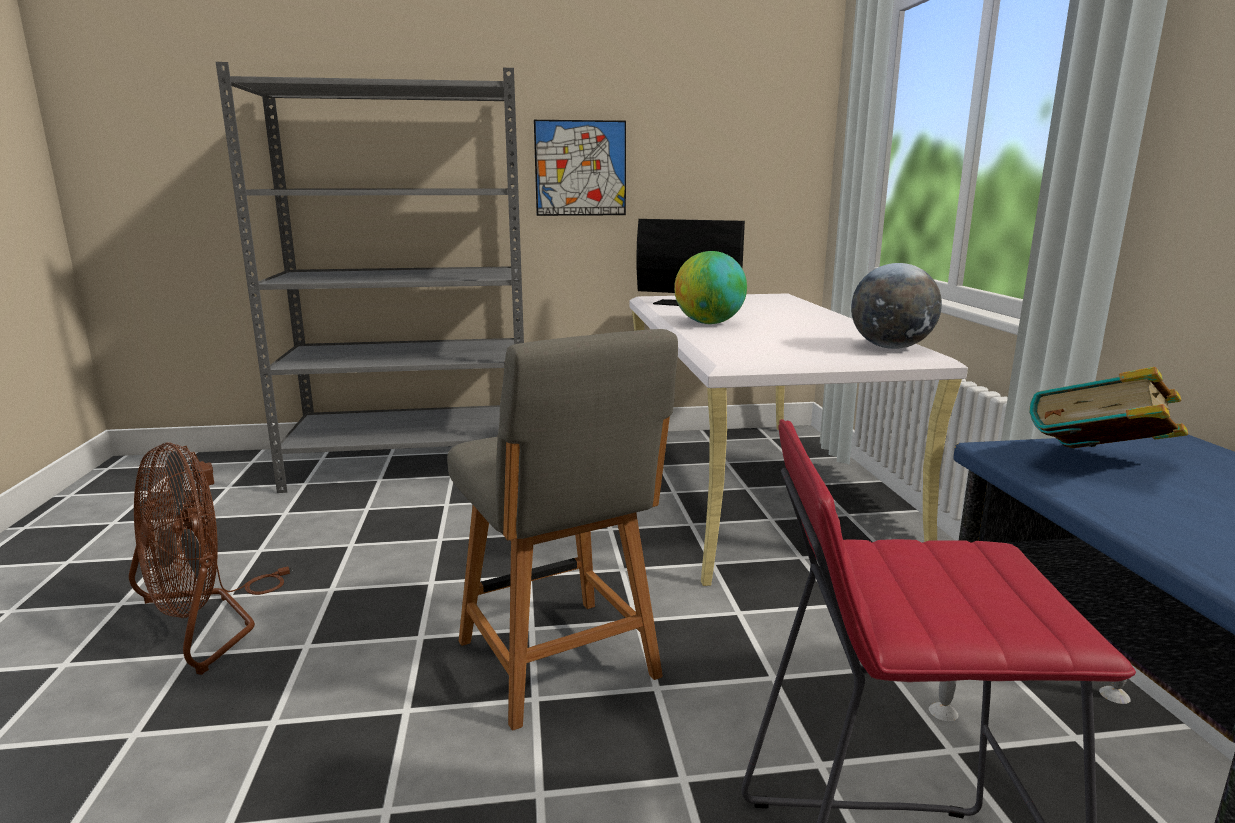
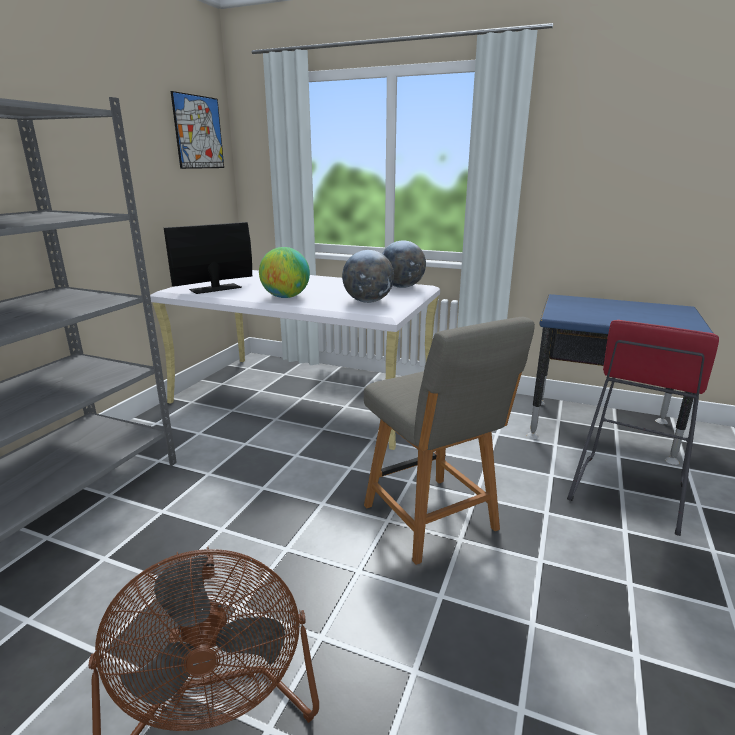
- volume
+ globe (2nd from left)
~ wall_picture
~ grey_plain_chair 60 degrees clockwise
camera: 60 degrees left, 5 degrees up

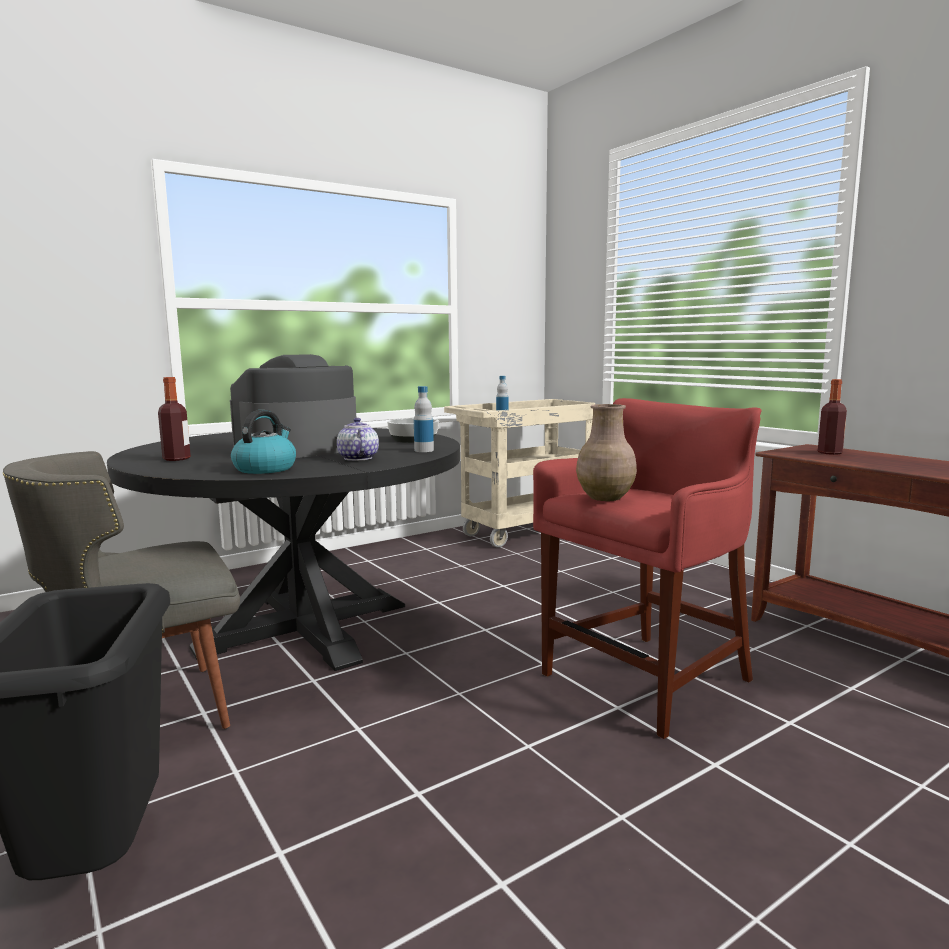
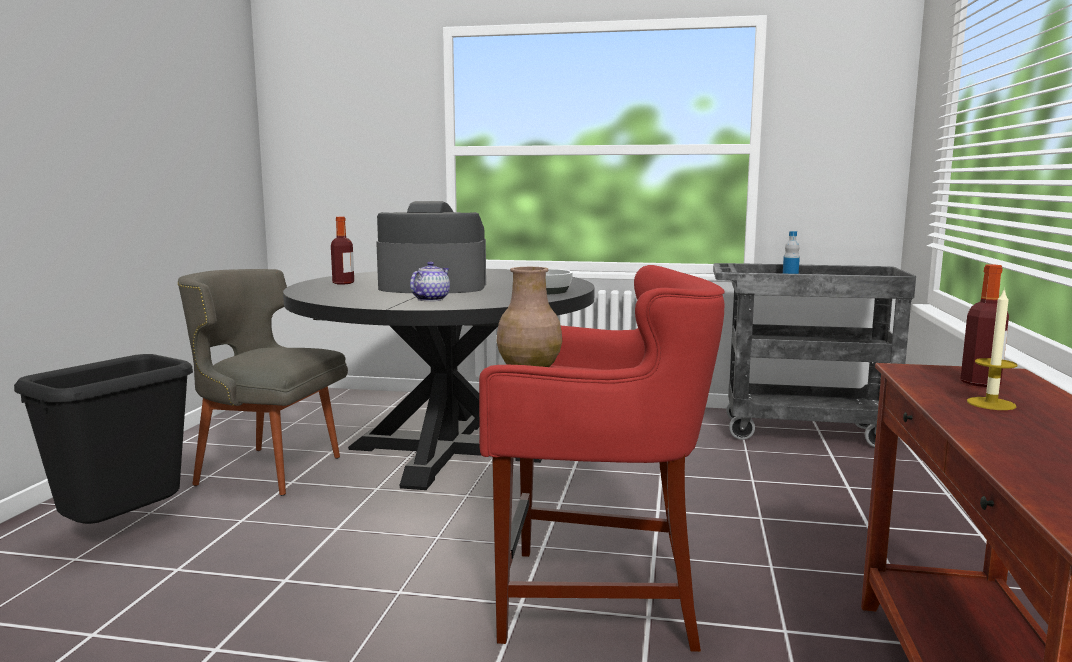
- kettle
- beverage_bottle (2nd from left)
+ wax_light
~ beige-coloured_wheeled_cart to black-coloured_wheeled_cart
camera: 45 degrees right, 0 degrees up

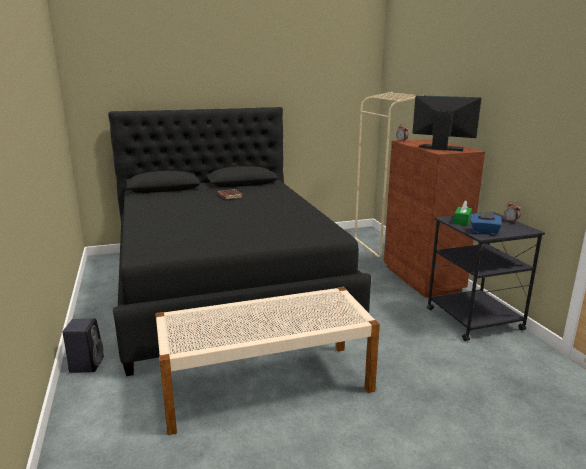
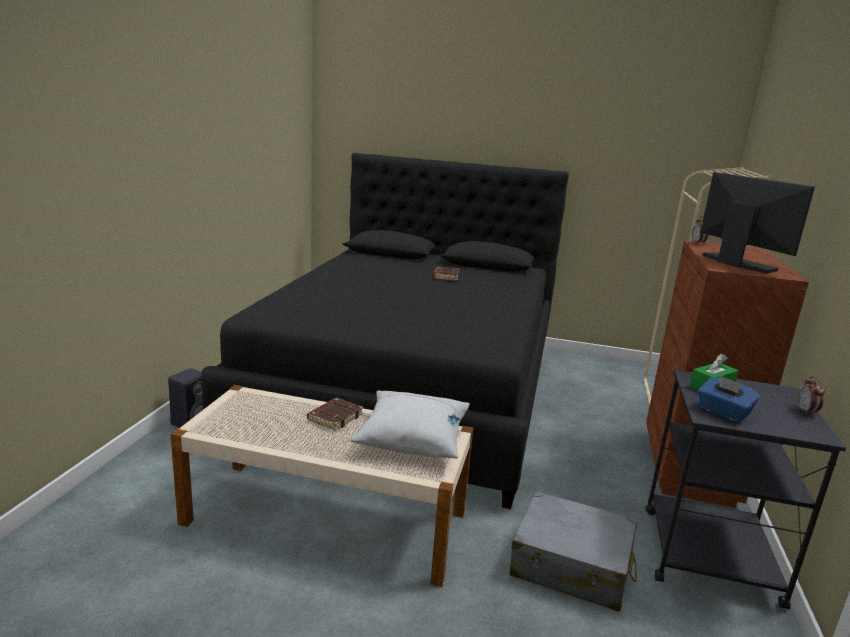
+ brownish_volume (1st from left)
+ grey_throw_pillow
+ grey_suitcase
camera: 30 degrees right, 0 degrees up

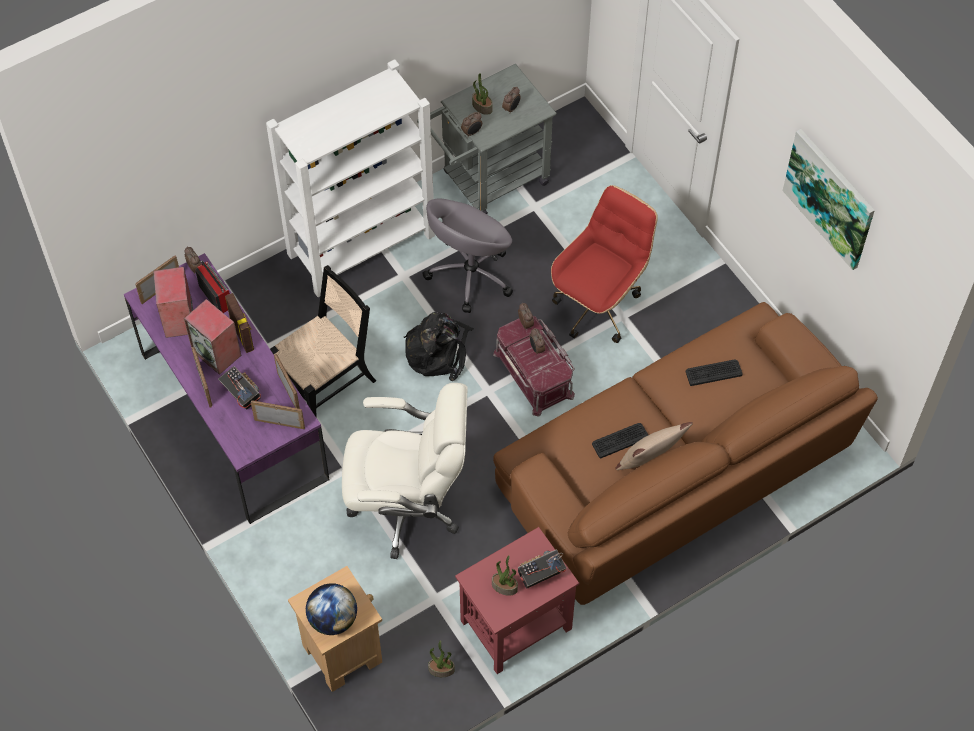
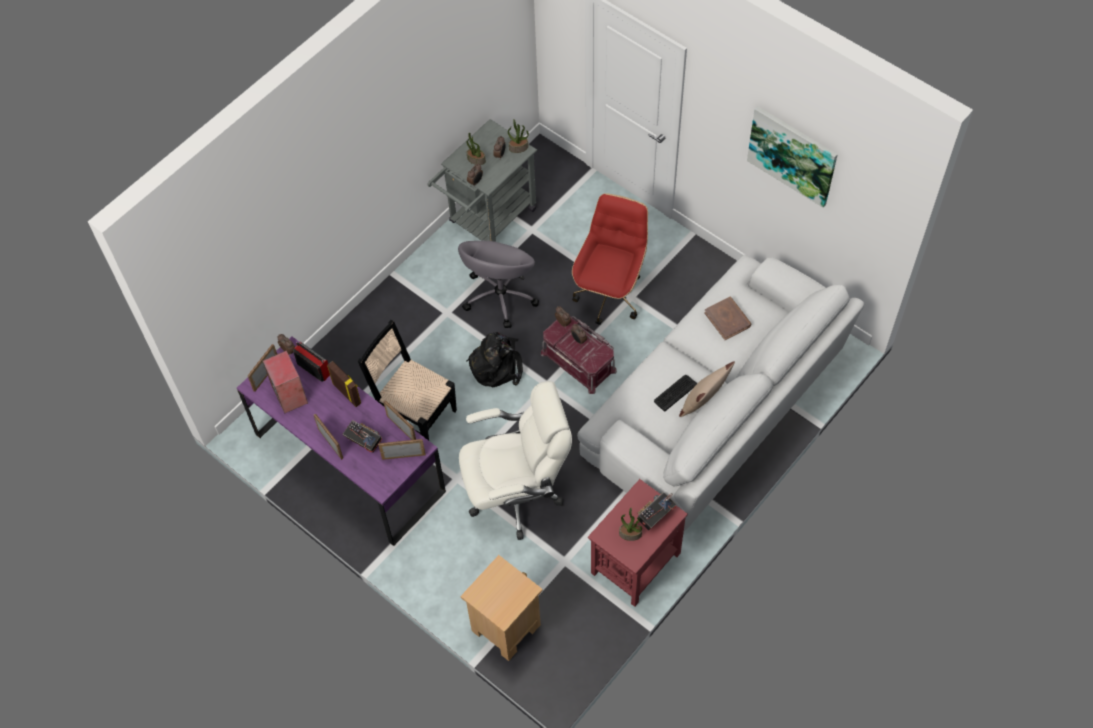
- loudspeaker (2nd from left)
- white-coloured_bookcase
- globe
~ houseplant (1st from left in the first image) to houseplant (2nd from left)
~ keyboard (2nd from left) to brownish_volume
~ brownish_settee to white-coloured_settee
~ plain_chair 90 degrees counterclockwise
camera: 15 degrees left, 0 degrees up

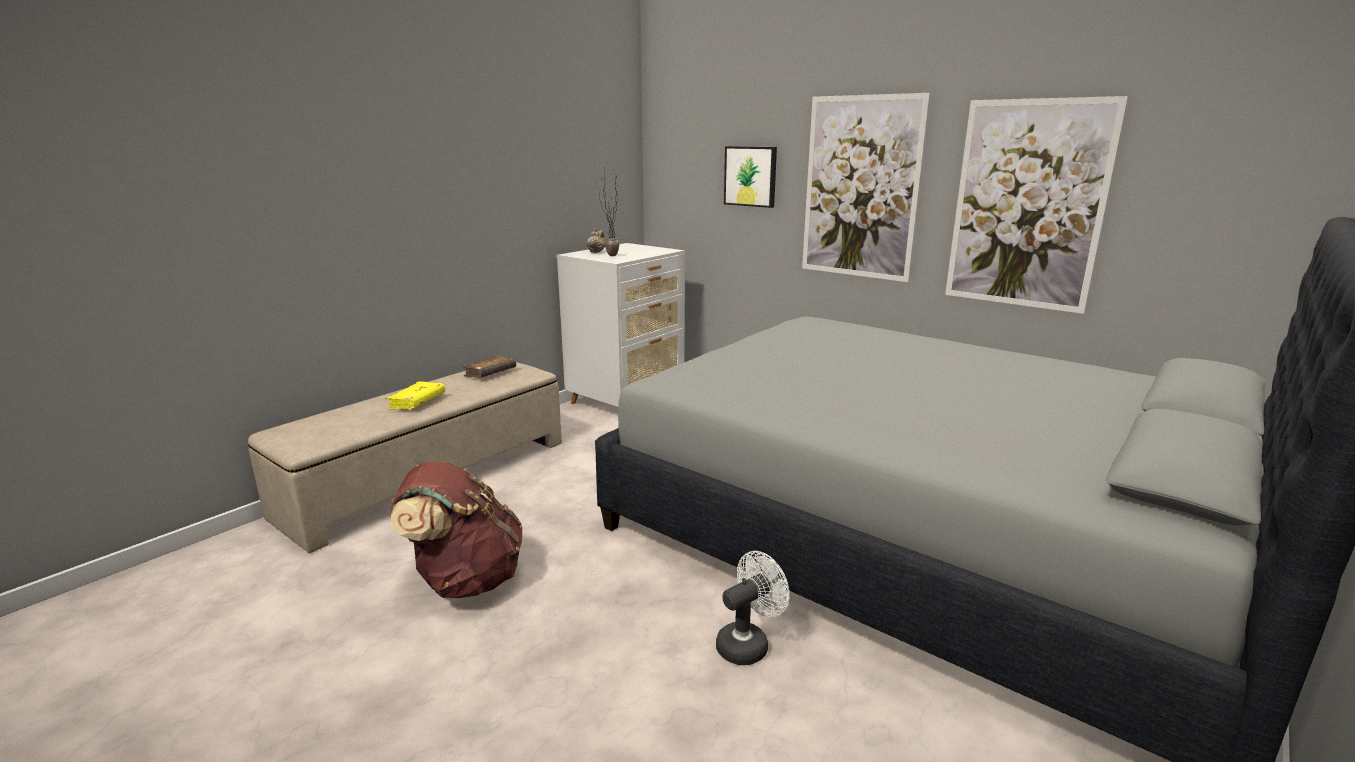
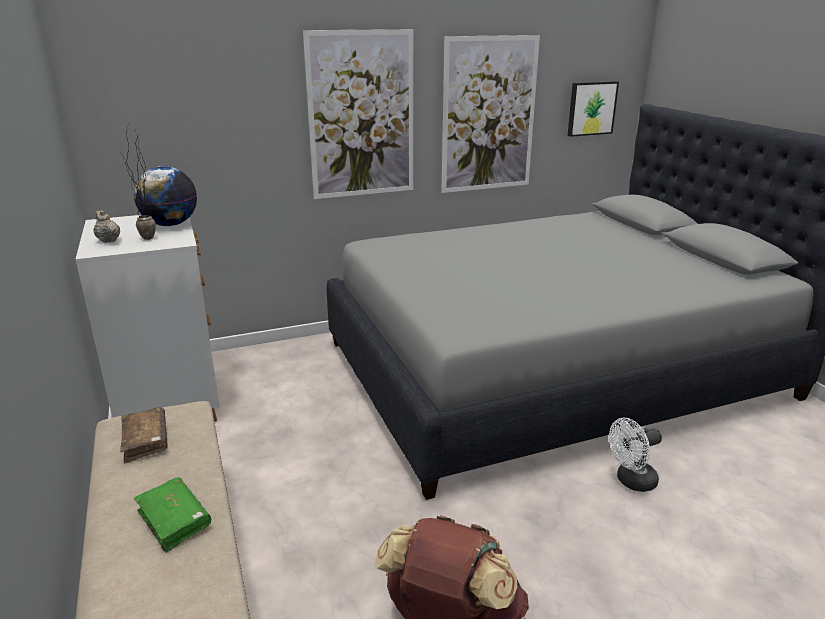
+ globe
~ wall_picture (1st from left in the first image) to wall_picture (3rd from left)
~ yellowish_volume to green_volume
~ white-coloured_cooling_fan 105 degrees counterclockwise
camera: 60 degrees left, 5 degrees up

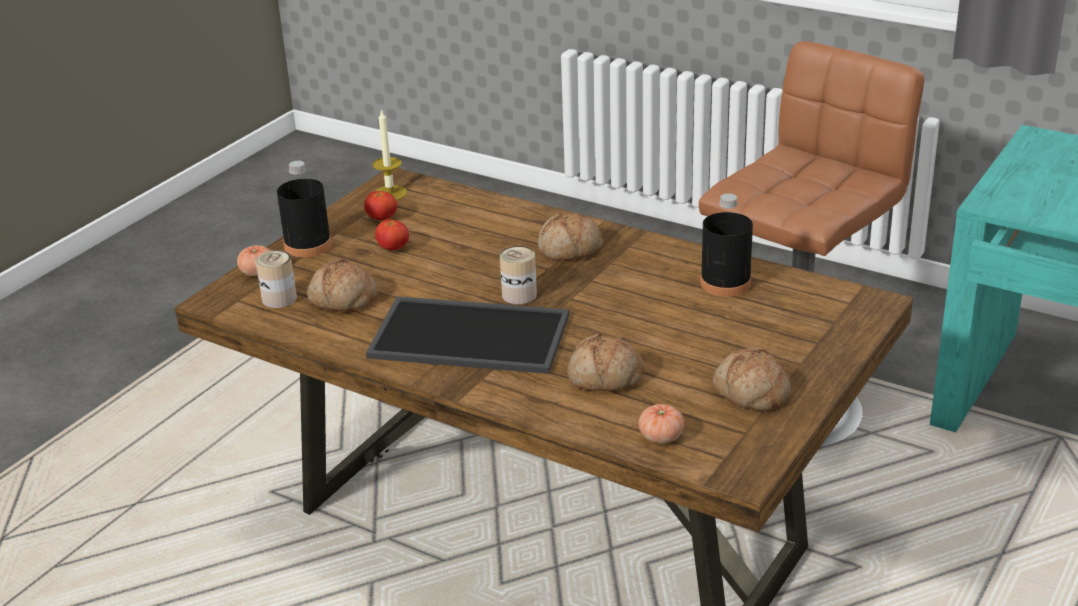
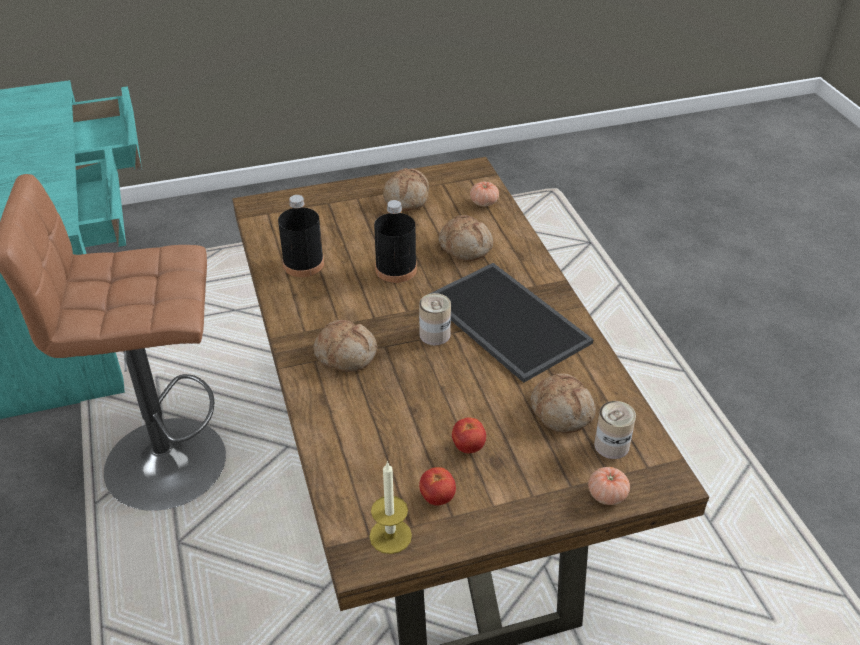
~ black-coloured_beverage_bottle (1st from left in the first image) to black-coloured_beverage_bottle (2nd from left)
camera: 140 degrees left, 10 degrees up

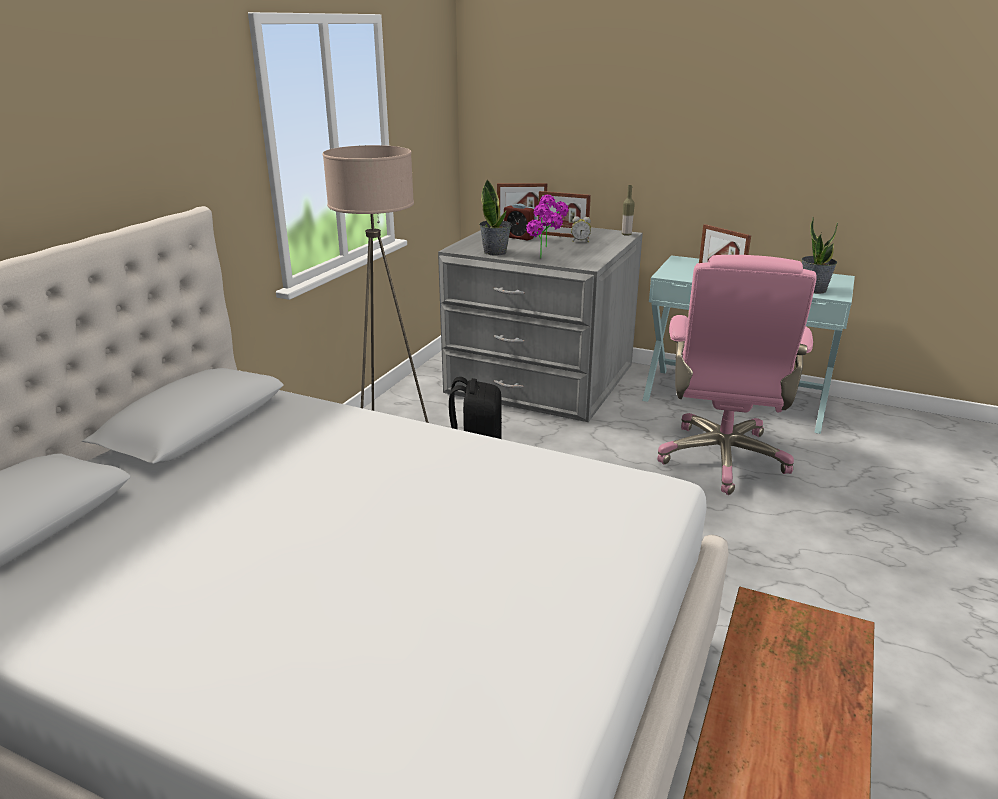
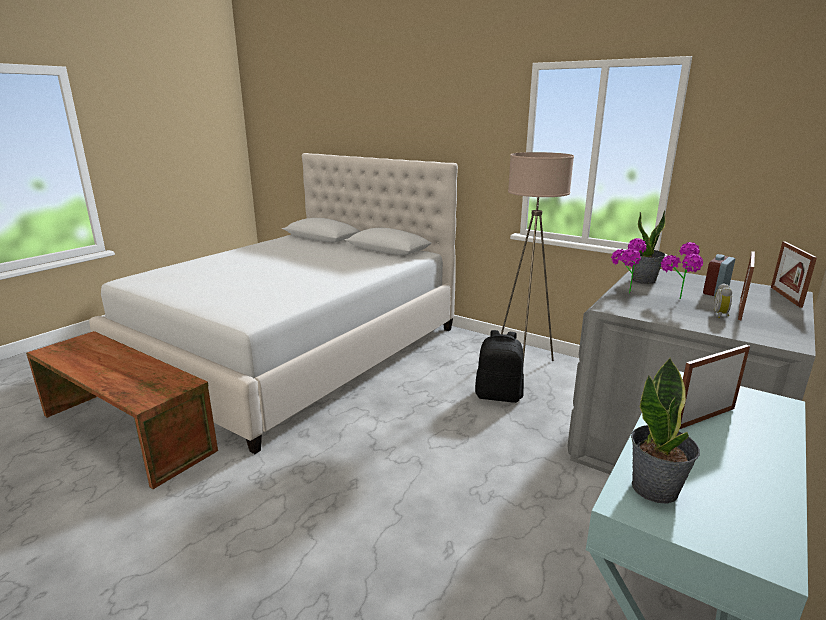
- beverage_bottle
- pink-coloured_computer_chair
camera: 100 degrees right, 5 degrees down

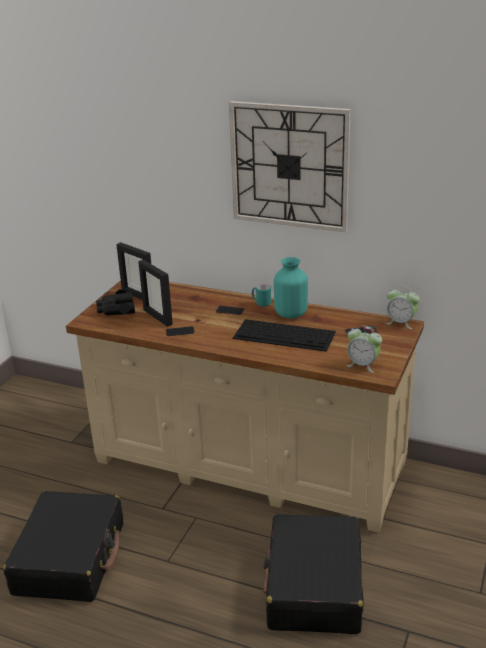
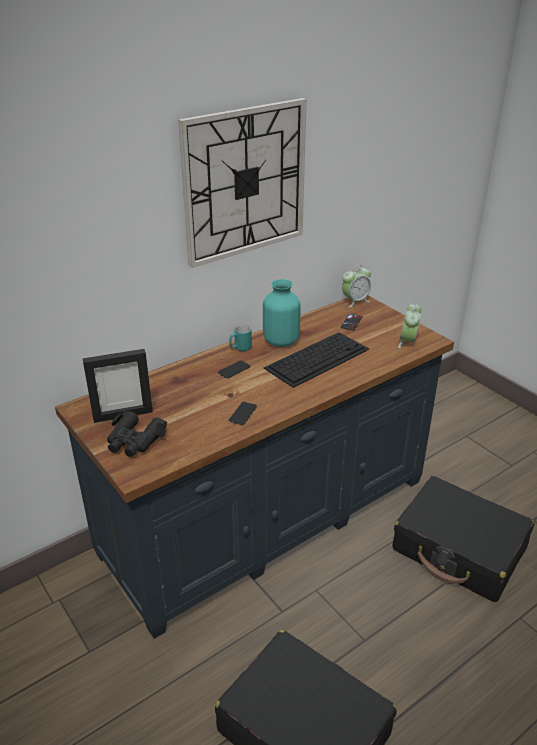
- photo_frame (2nd from left)
~ beige-coloured_drawer_chest to blue_drawer_chest
~ alarm_clock (1st from left in the first image) 135 degrees clockwise
camera: 60 degrees left, 5 degrees up

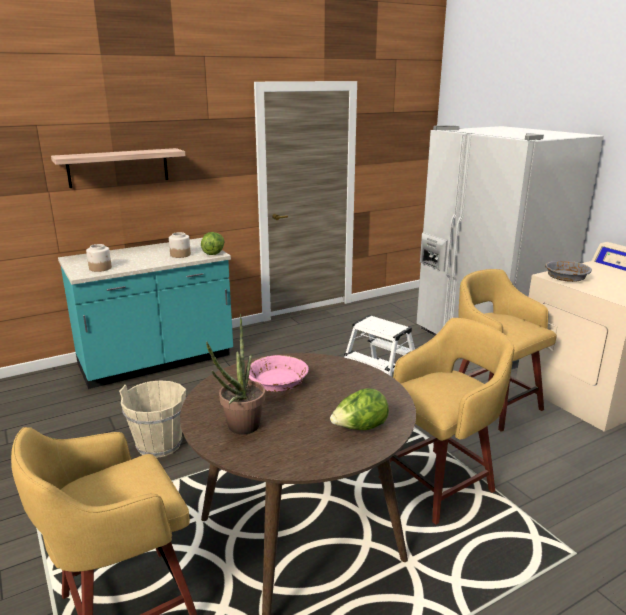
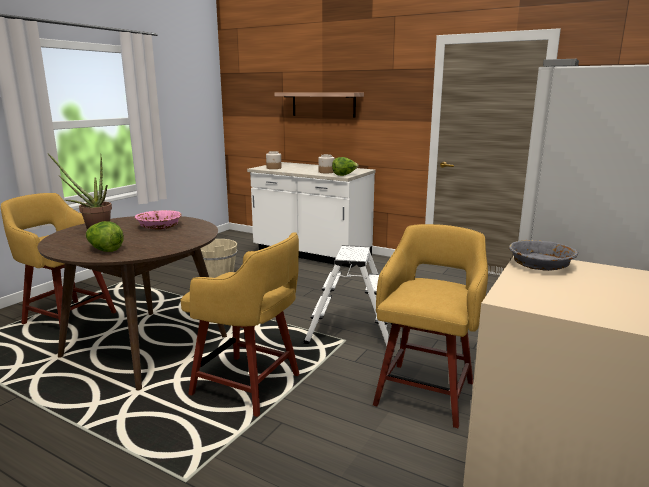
~ turquoise_kitchen_counter to white-coloured_kitchen_counter
camera: 60 degrees right, 5 degrees down

